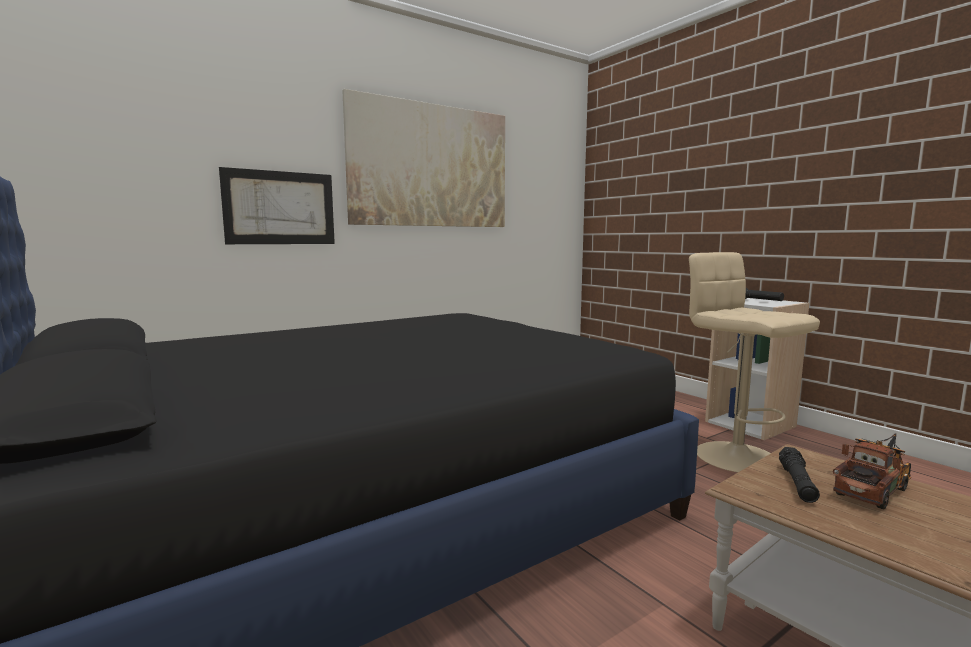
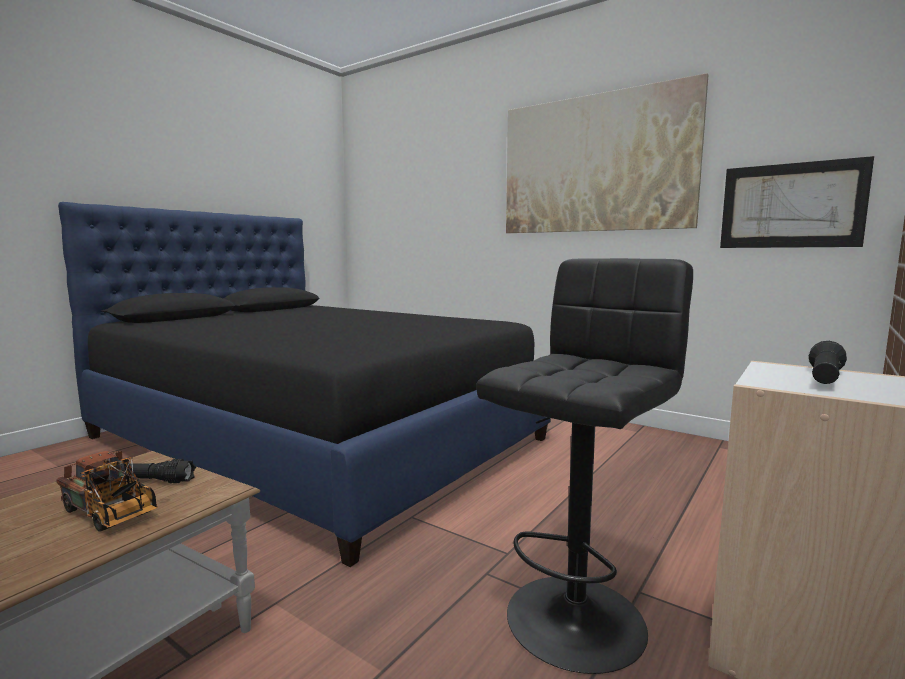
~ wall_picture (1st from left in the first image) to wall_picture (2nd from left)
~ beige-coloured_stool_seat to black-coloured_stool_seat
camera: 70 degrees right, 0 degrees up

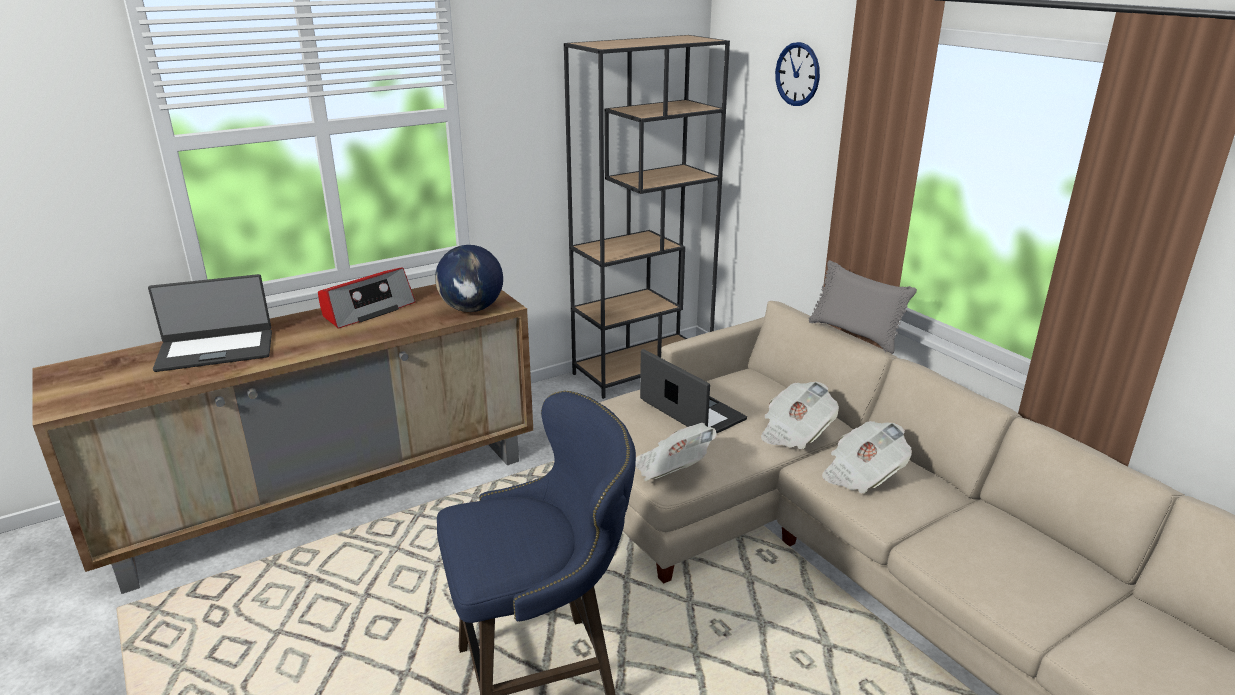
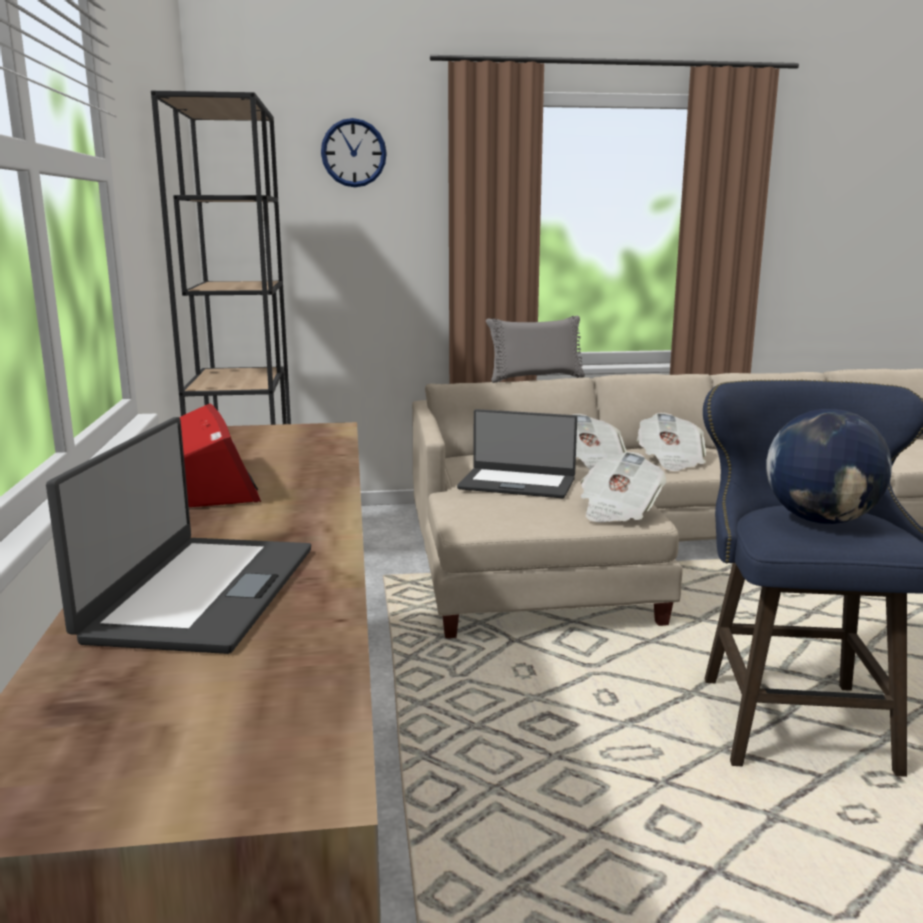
~ globe
~ portable_computer (2nd from left) 150 degrees counterclockwise
camera: 65 degrees left, 10 degrees down

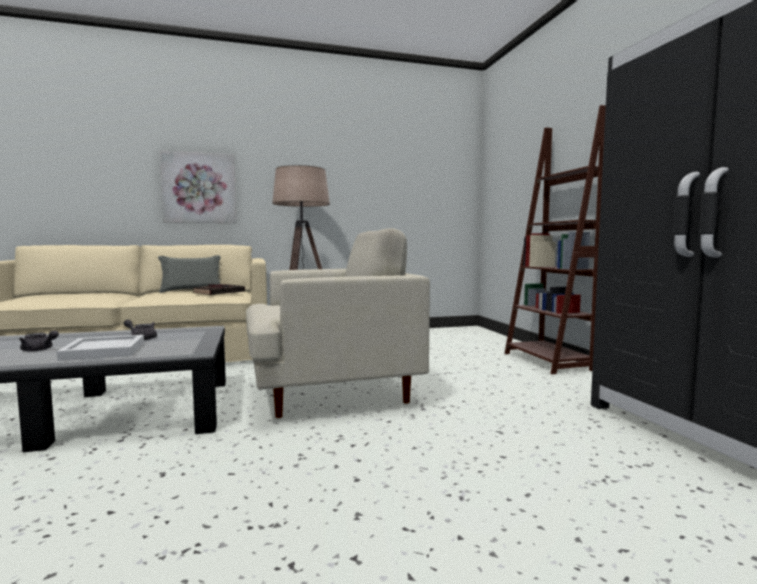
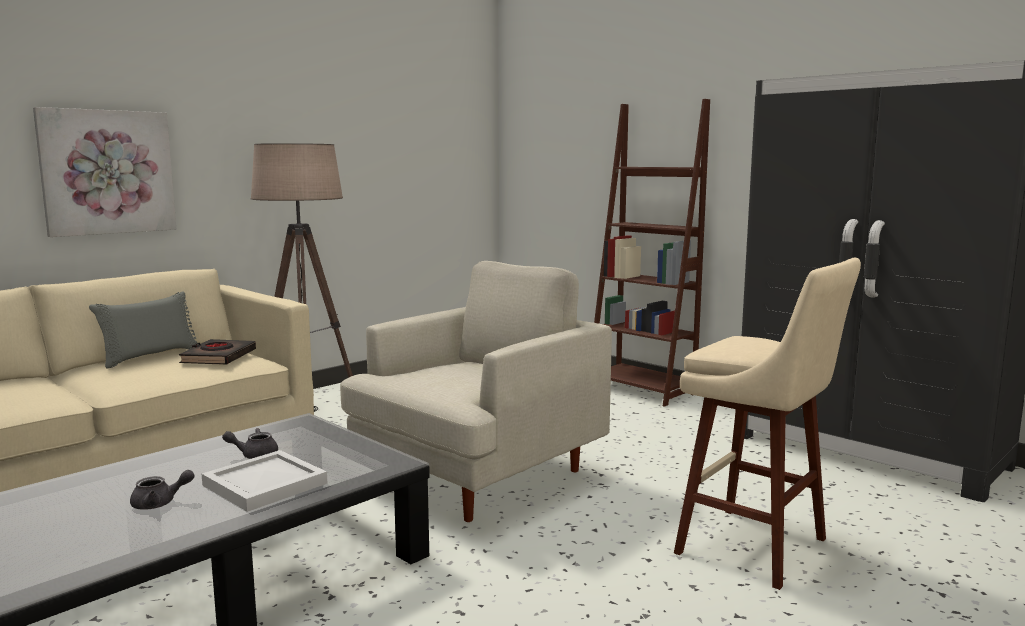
+ beige-coloured_stool_seat
camera: 30 degrees left, 5 degrees up

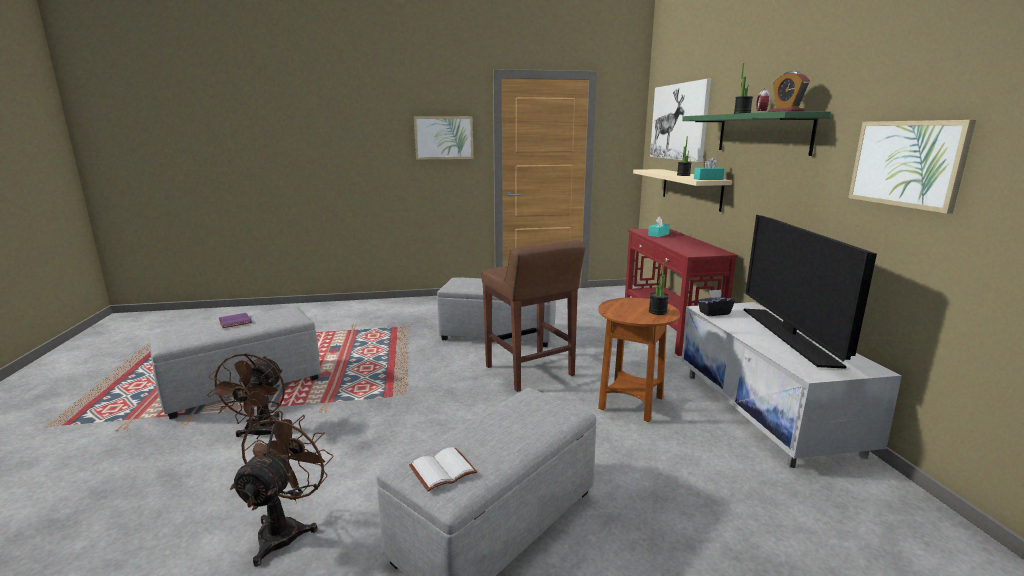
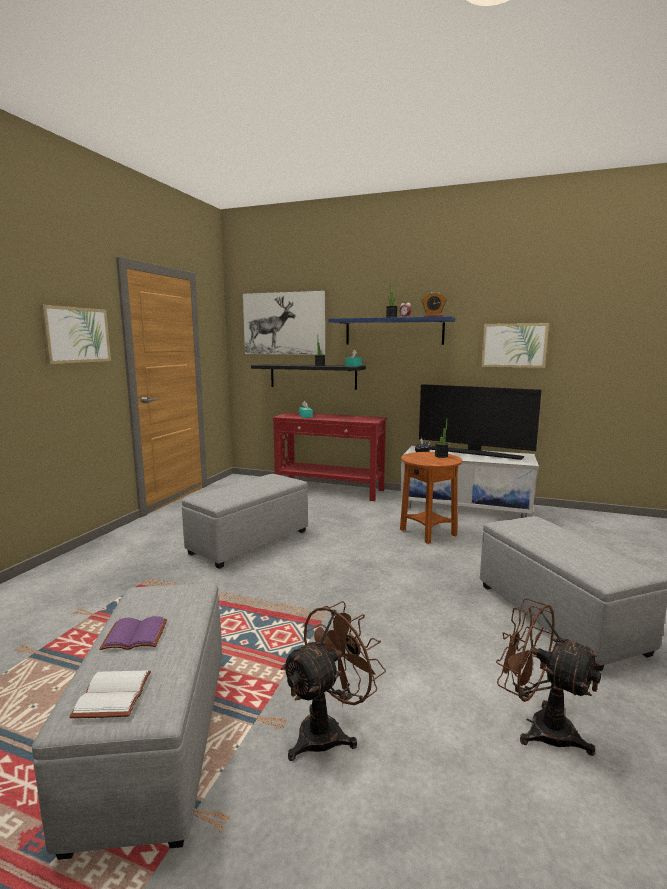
- brownish_stool_seat
~ white-coloured_volume
~ beige-coloured_shelf to black-coloured_shelf
~ green_shelf to blue_shelf
~ brownish_cooling_fan (1st from left) 75 degrees counterclockwise
camera: 60 degrees left, 5 degrees down

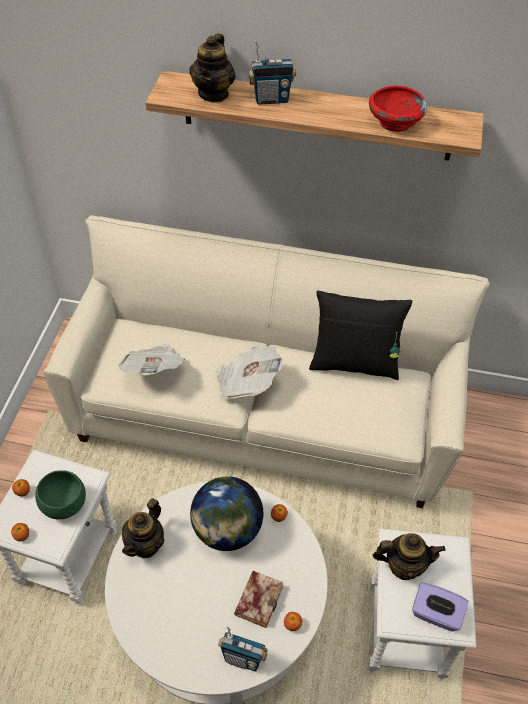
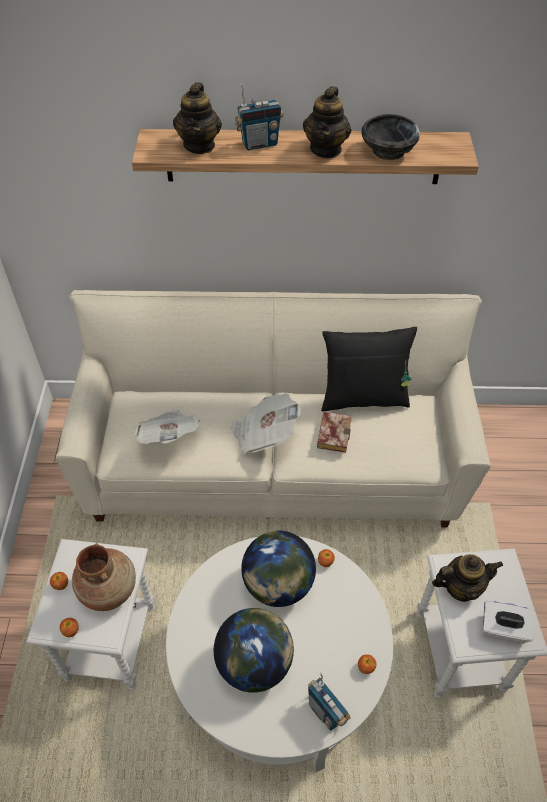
+ globe (1st from left)
~ tea_pot (1st from left in the first image) to tea_pot (2nd from left)
~ volume
~ green_bowl to brownish_decorative_vase
~ reddish_bowl to black-coloured_bowl
~ purple_tissue_holder to white-coloured_tissue_holder
~ radio_receiver (1st from left in the first image) 45 degrees clockwise
camera: 10 degrees left, 0 degrees up

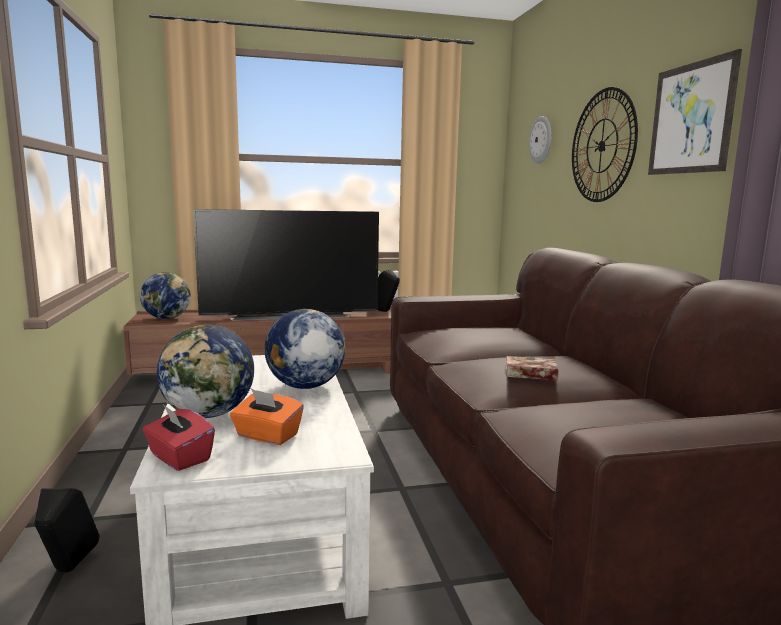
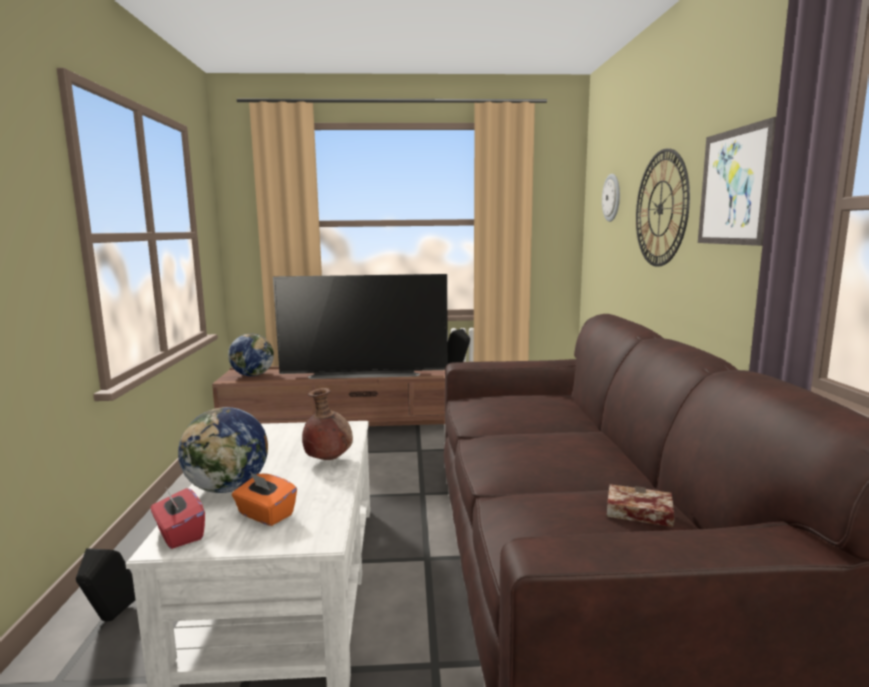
~ volume
~ globe (3rd from left) to brownish_decorative_vase
camera: 10 degrees right, 0 degrees up

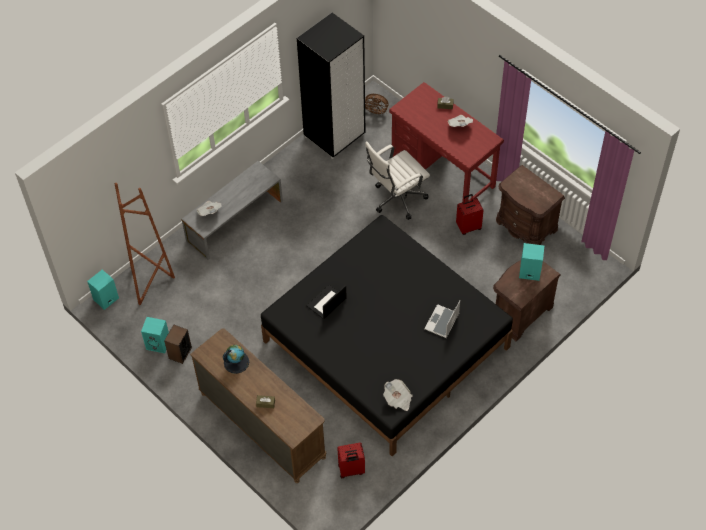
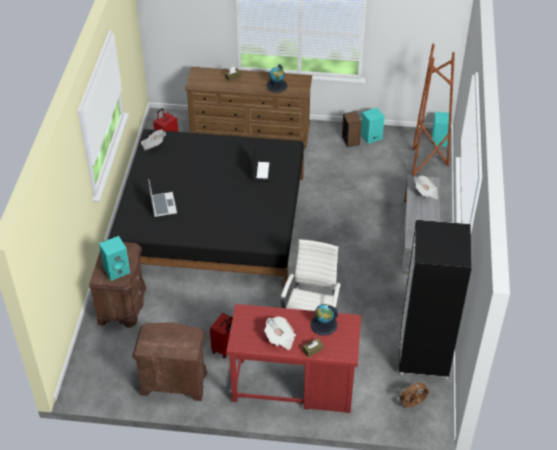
+ globe (2nd from left)
camera: 140 degrees right, 10 degrees down

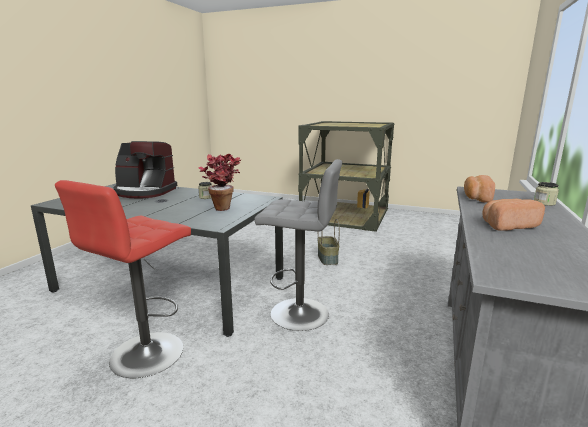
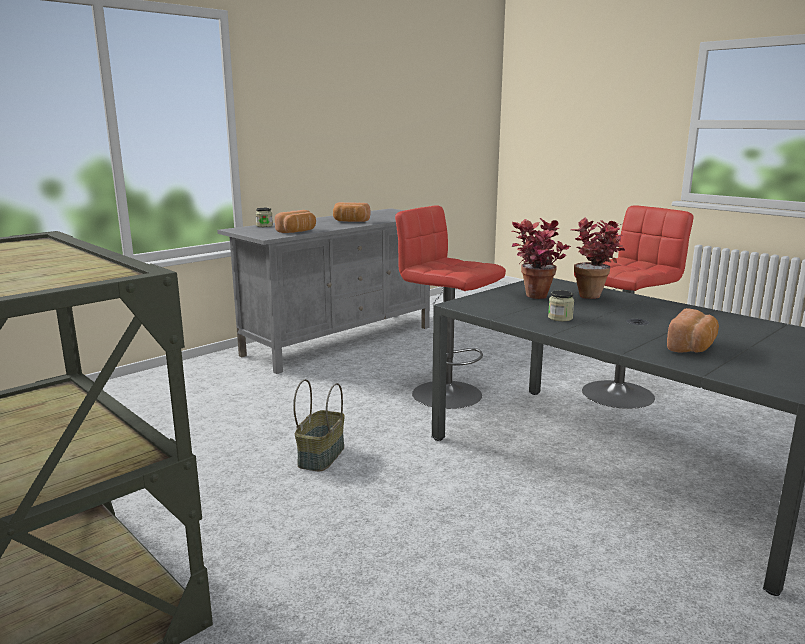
+ houseplant (2nd from left)
~ coffee_maker to bread (3rd from left)
~ grey_stool_seat to reddish_stool_seat (1st from left)
camera: 155 degrees left, 0 degrees up

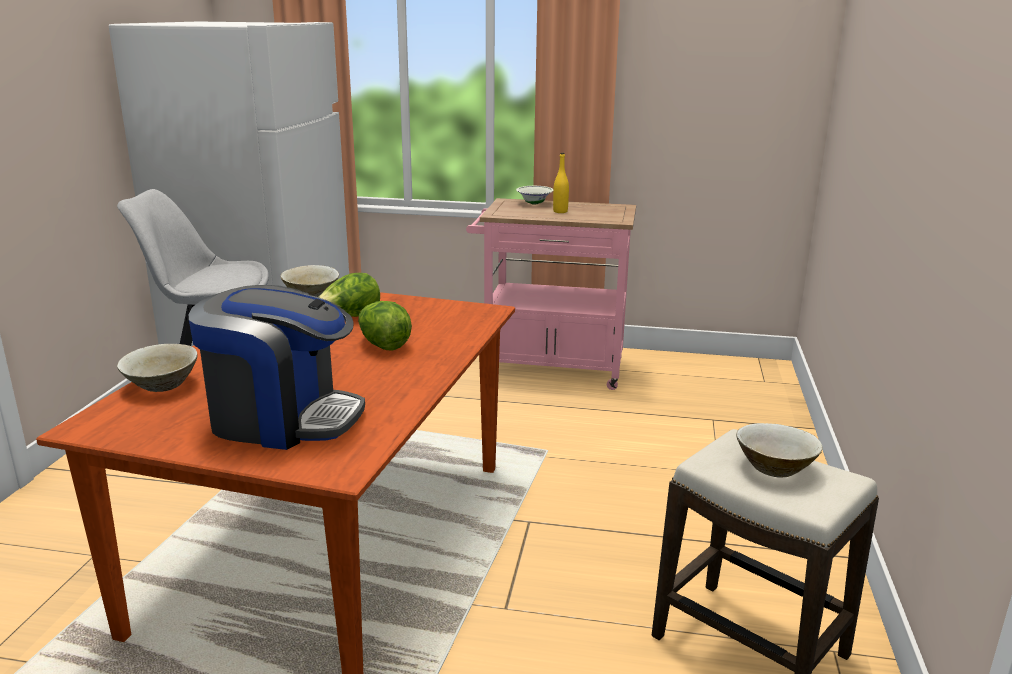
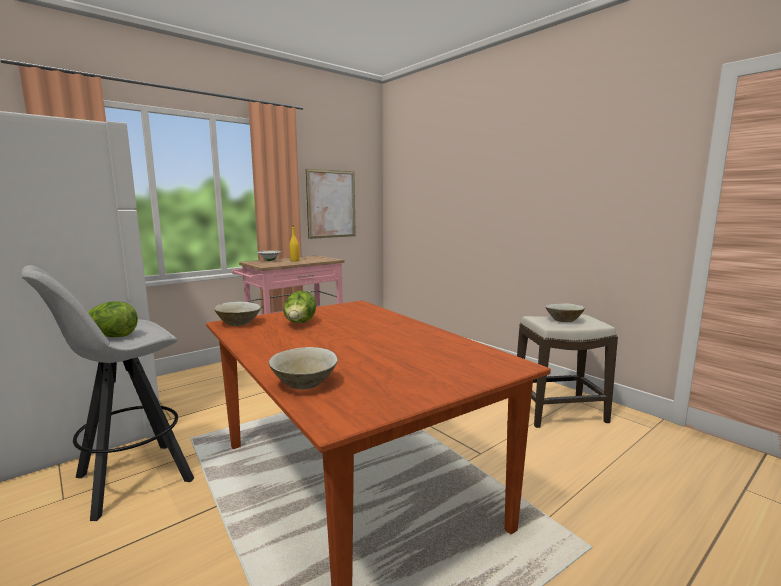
- coffee_maker
+ wall_picture
~ lettuce_head (2nd from left in the first image) to lettuce_head (1st from left)
camera: 50 degrees left, 10 degrees down

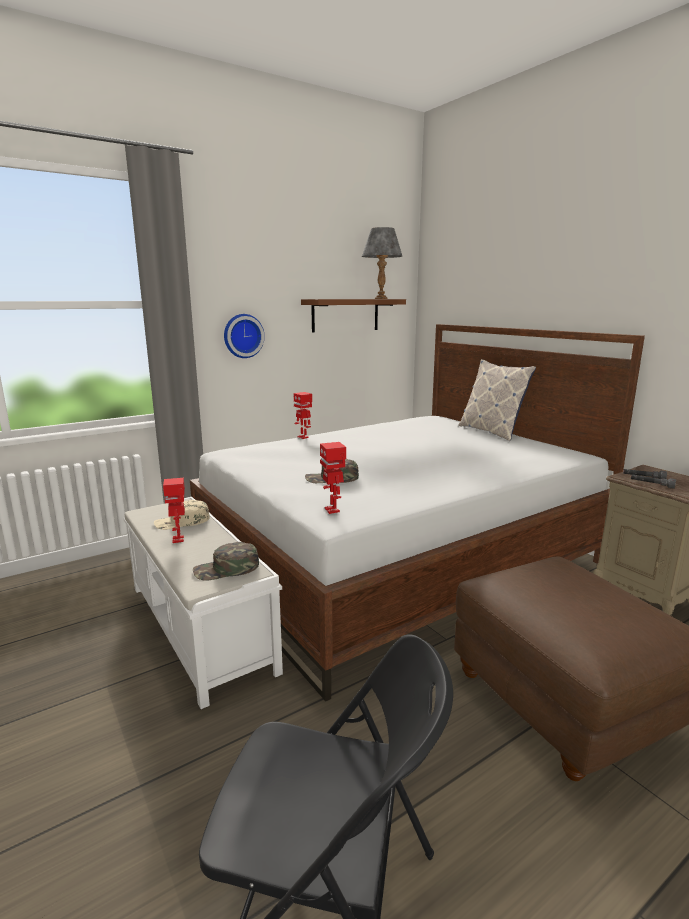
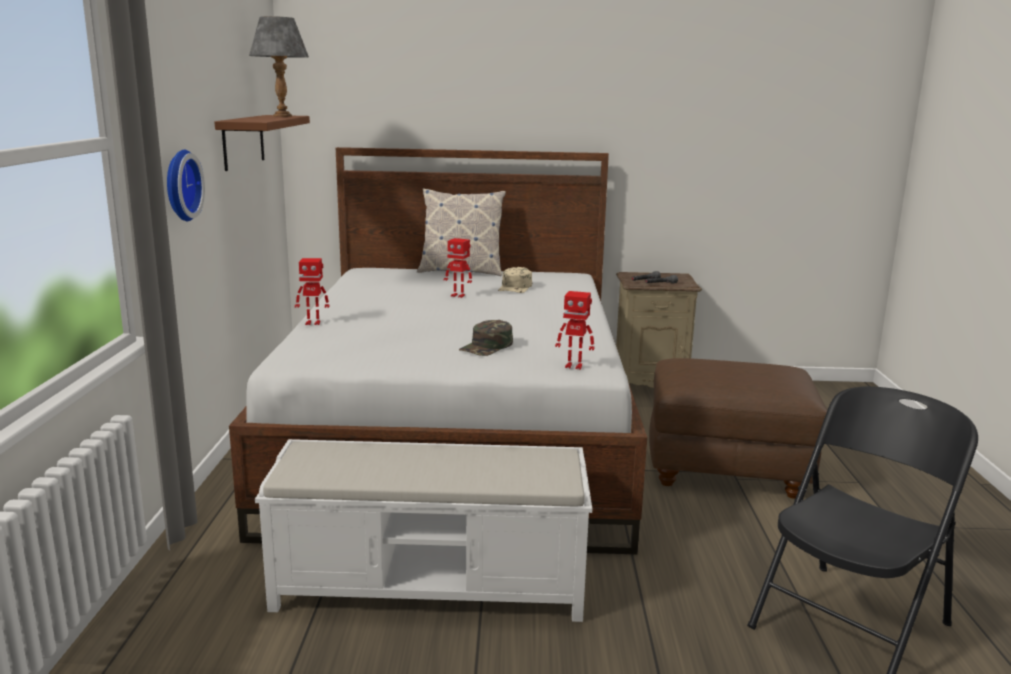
- green_cap (1st from left)
~ beige-coloured_cap
~ toy_robot (1st from left in the first image) to toy_robot (2nd from left)
camera: 55 degrees left, 0 degrees up

